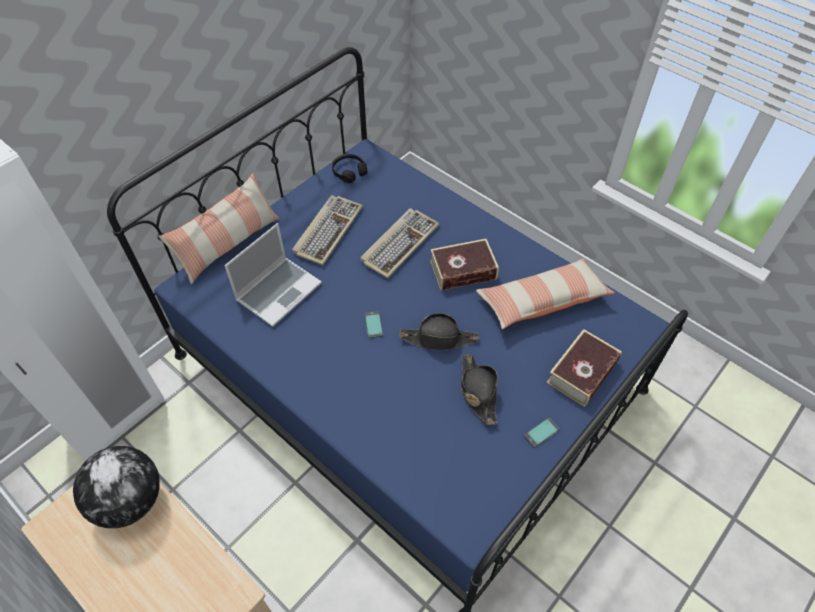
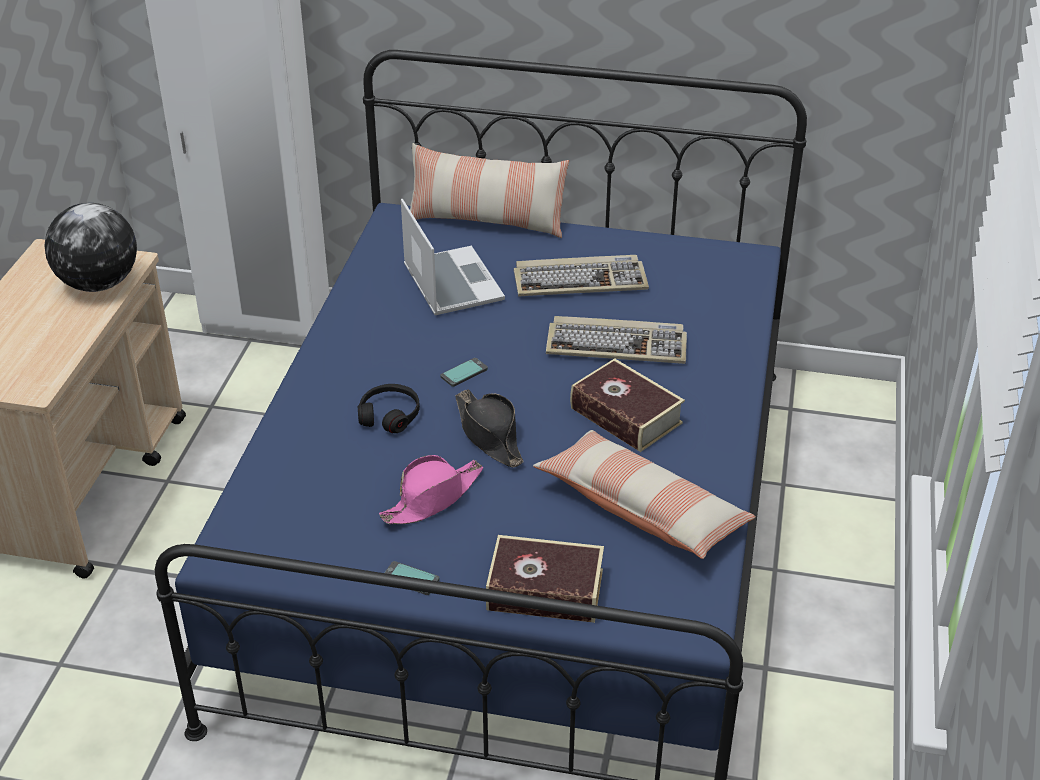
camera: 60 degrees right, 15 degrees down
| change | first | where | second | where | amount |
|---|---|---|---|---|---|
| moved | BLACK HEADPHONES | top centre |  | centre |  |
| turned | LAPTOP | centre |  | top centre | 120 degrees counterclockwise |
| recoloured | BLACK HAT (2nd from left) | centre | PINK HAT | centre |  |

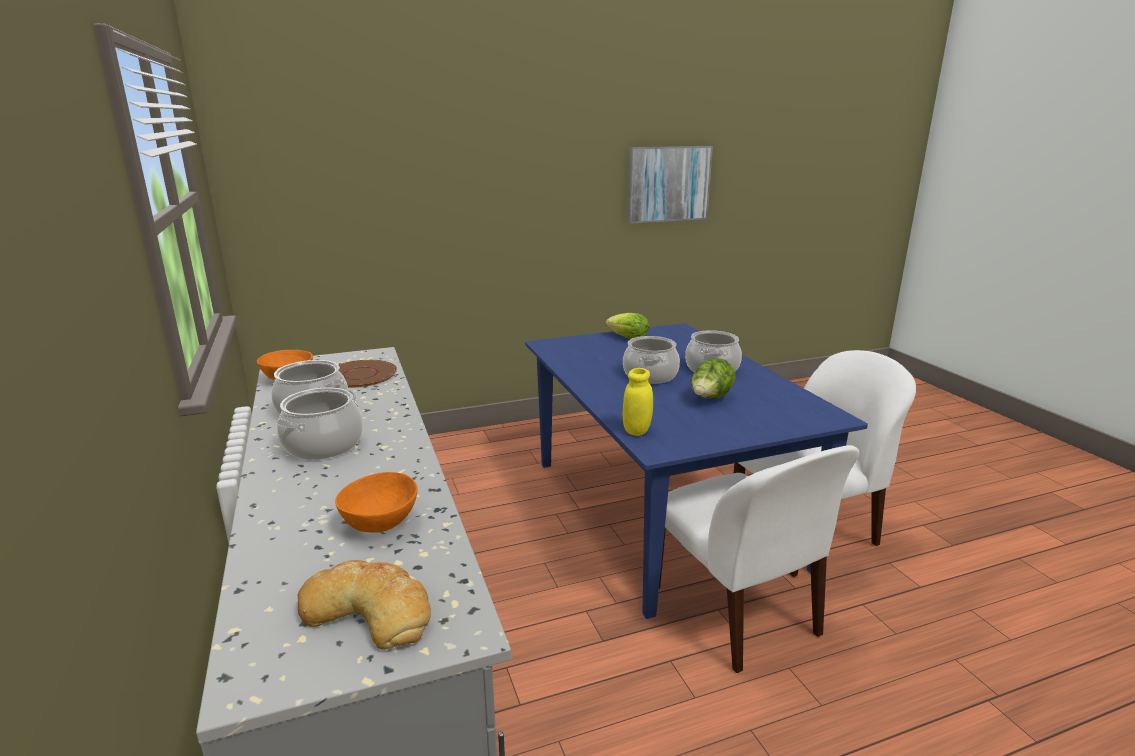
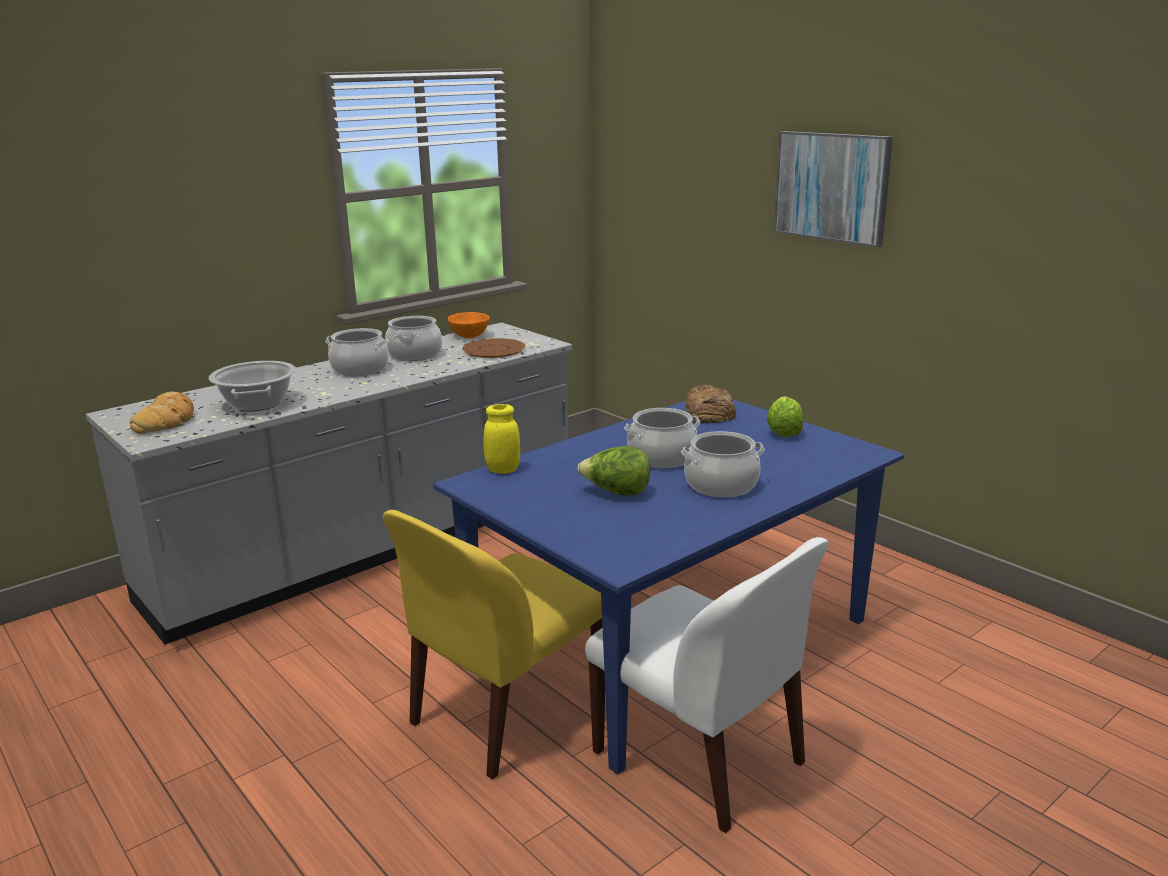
camera: 70 degrees right, 0 degrees up
| change | first | where | second | where | amount |
|---|---|---|---|---|---|
| moved | PICTURE | top centre |  | top right |  |
| recoloured | WHITE CHAIR (1st from left) | bottom right | YELLOW CHAIR | bottom centre |  |
| replaced | ORANGE BOWL (2nd from left) | middle left | COOKING POT (1st from left) | middle left |  |
| added |  |  | BREAD (2nd from left) | centre |  |

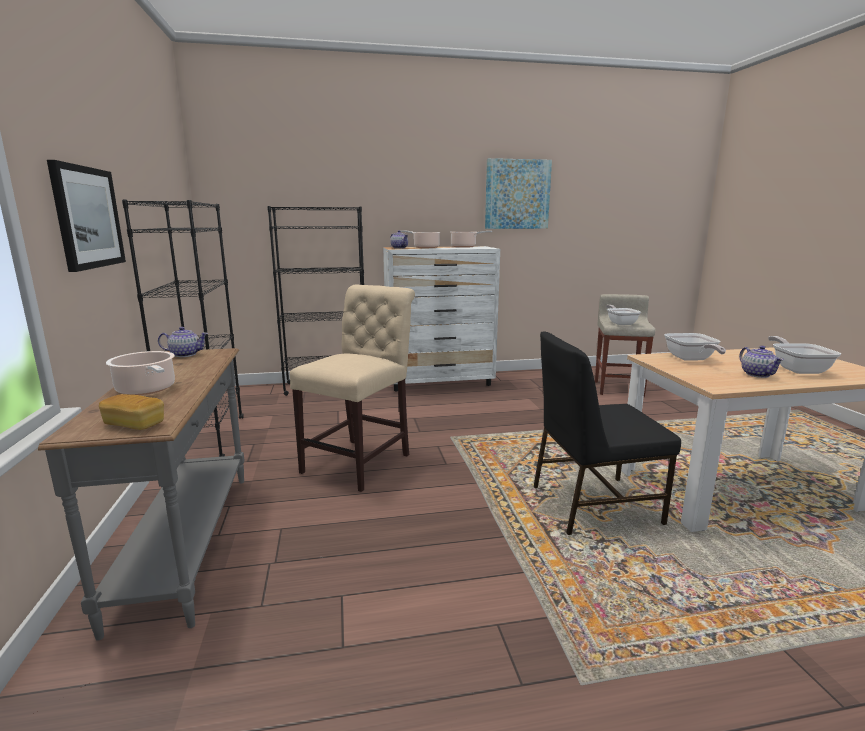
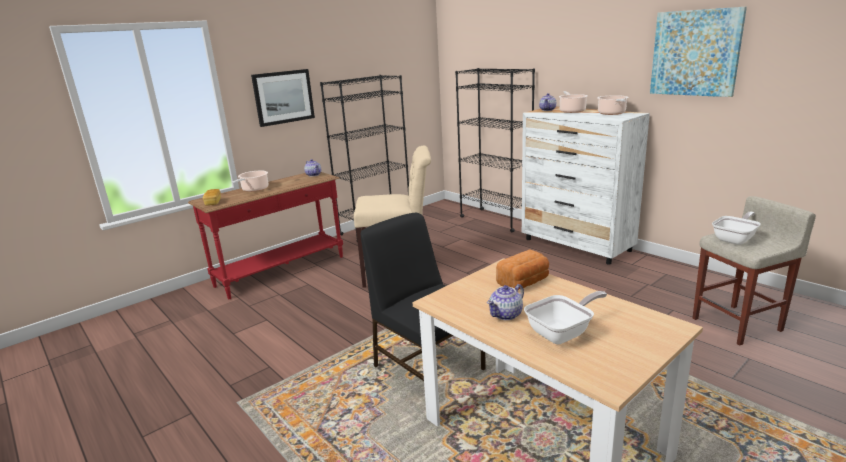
camera: 60 degrees right, 5 degrees up
| change | first | where | second | where | amount |
|---|---|---|---|---|---|
| replaced | FRYING PAN (2nd from left) | middle right | BREAD (2nd from left) | centre |  |
| recoloured | GREY CONSOLE TABLE | bottom left | RED CONSOLE TABLE | middle left |  |

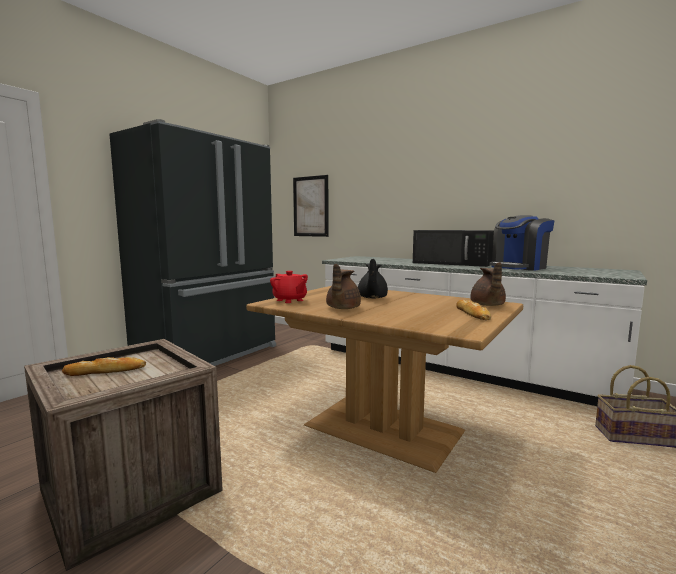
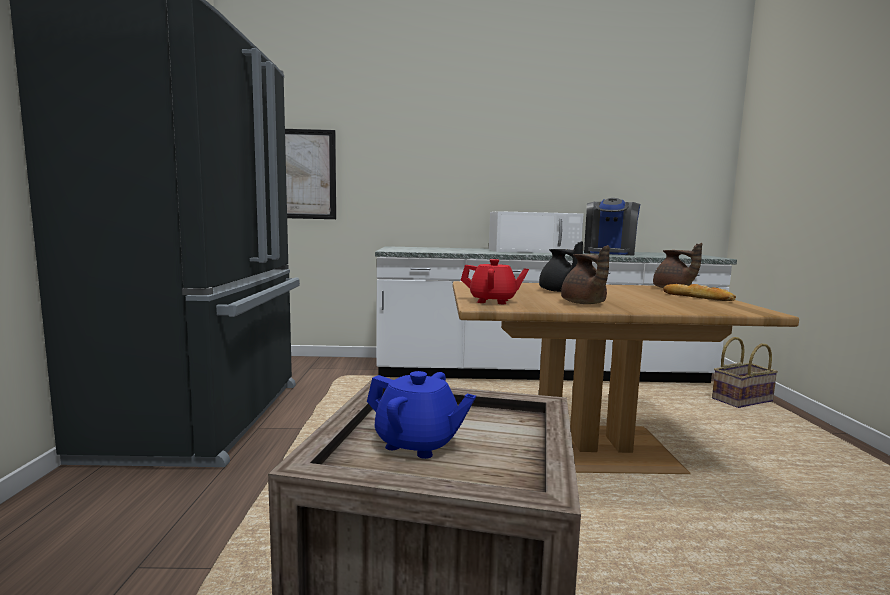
camera: 35 degrees left, 0 degrees up
| change | first | where | second | where | amount |
|---|---|---|---|---|---|
| recoloured | BLACK MICROWAVE | middle right | WHITE MICROWAVE | centre |  |
| replaced | BREAD (1st from left) | middle left | BLUE TEAPOT | bottom centre |  |

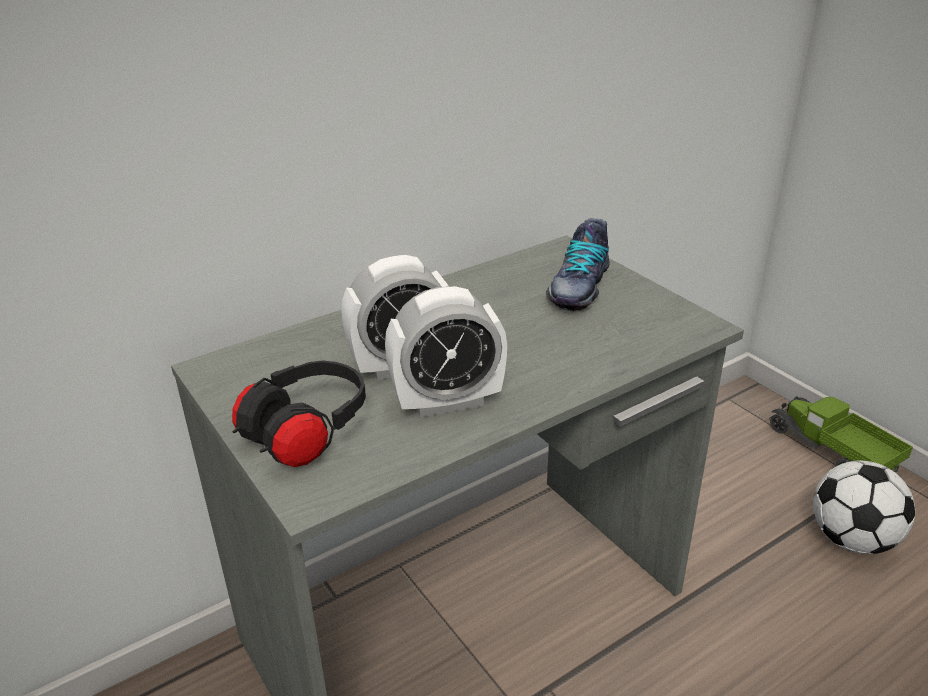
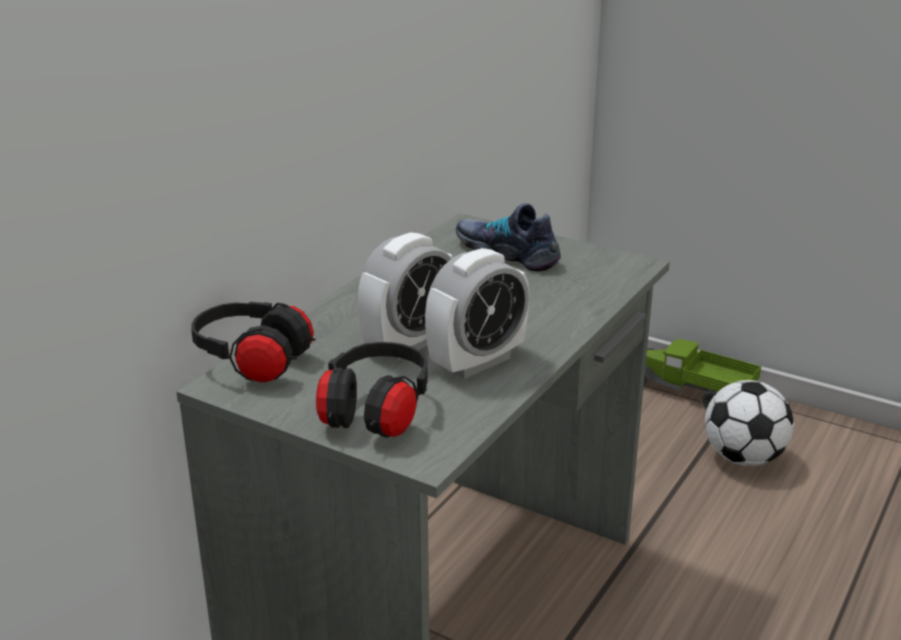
camera: 25 degrees left, 5 degrees down
| change | first | where | second | where | amount |
|---|---|---|---|---|---|
| turned | SHOE | centre |  | centre | 135 degrees clockwise |
| added |  |  | BLACK HEADPHONES (1st from left) | middle left |  |

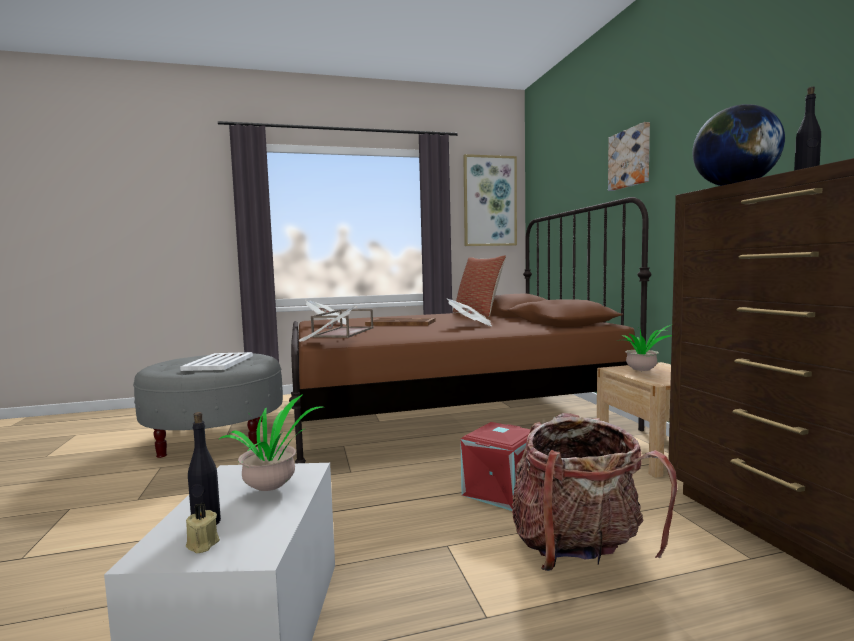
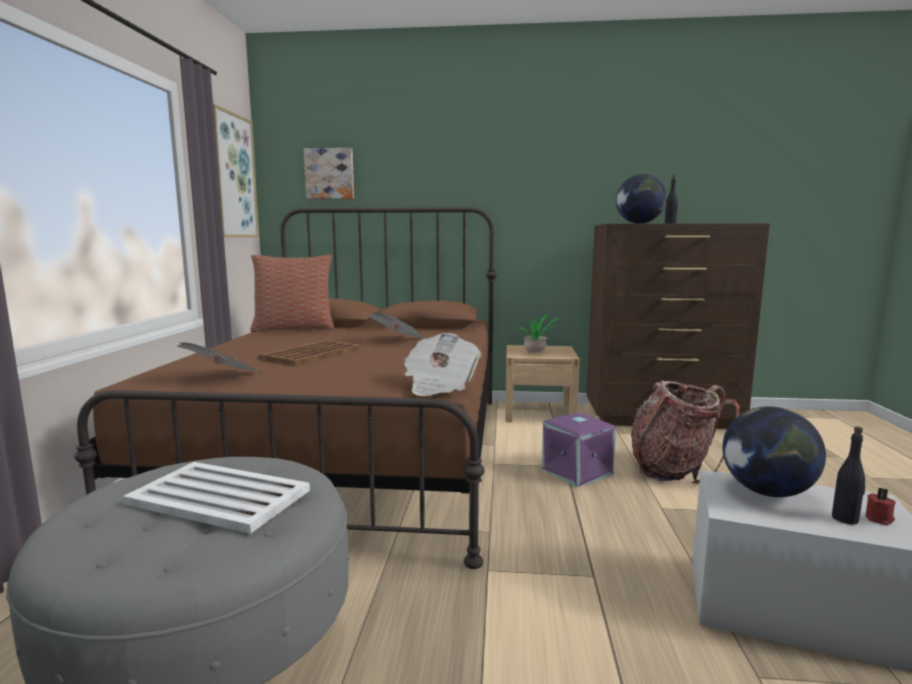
camera: 70 degrees left, 5 degrees up
| change | first | where | second | where | amount |
|---|---|---|---|---|---|
| moved | PICTURE (2nd from left) | top right |  | top centre |  |
| removed | BROWN TRAY (1st from left) | centre |  |  |  |
| replaced | POTTED PLANT (1st from left) | bottom left | GLOBE (2nd from left) | middle right |  |
| recoloured | RED STORAGE BOX | bottom centre | PURPLE STORAGE BOX | centre |  |
| recoloured | BEIGE CANDLE | bottom left | RED CANDLE | bottom right |  |

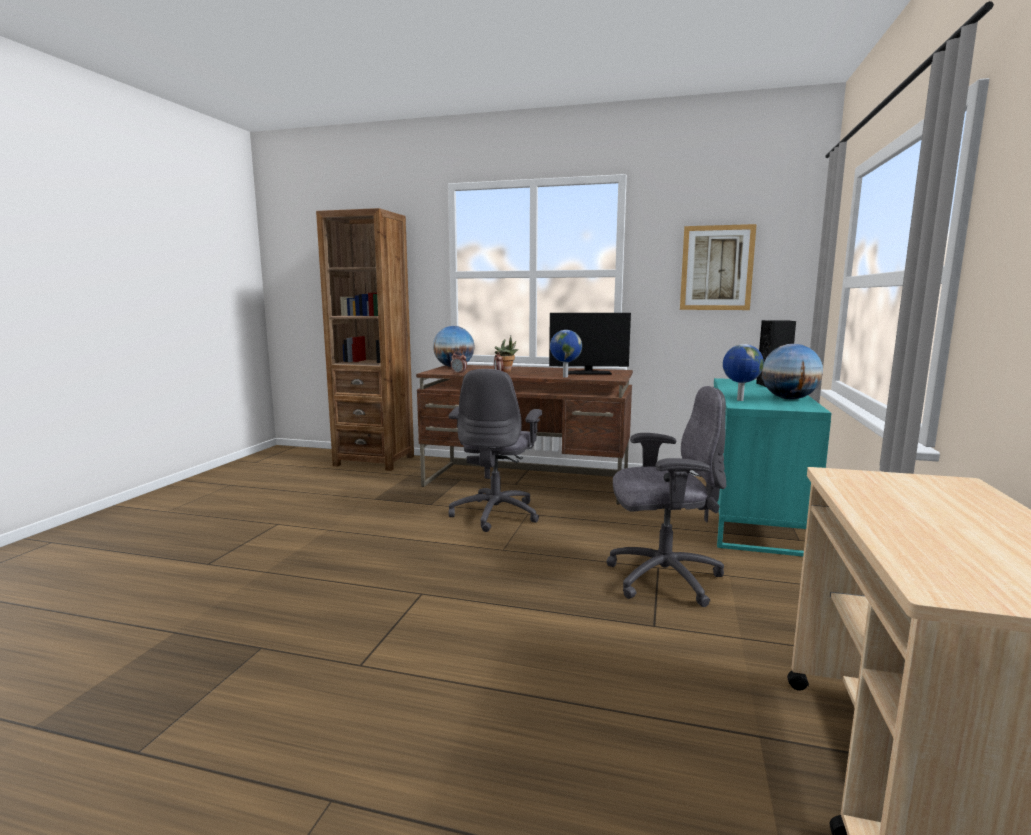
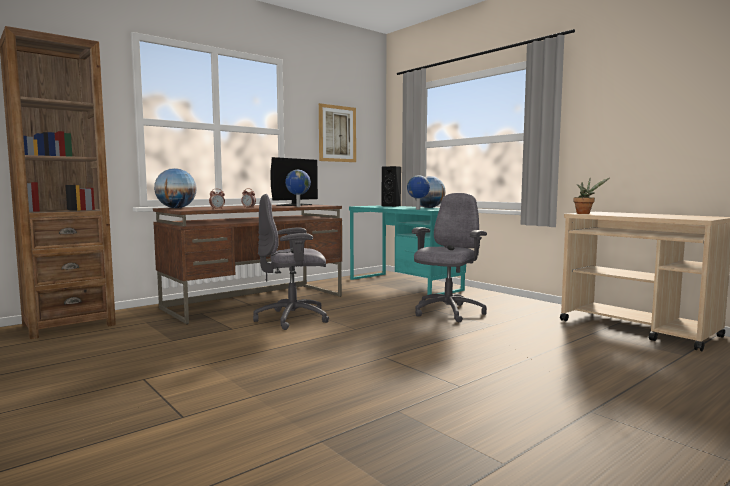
camera: 55 degrees left, 5 degrees down
| change | first | where | second | where | amount |
|---|---|---|---|---|---|
| moved | POTTED PLANT | centre |  | middle right |  |
| turned | GREY OFFICE CHAIR (1st from left) | centre |  | centre | 120 degrees clockwise |

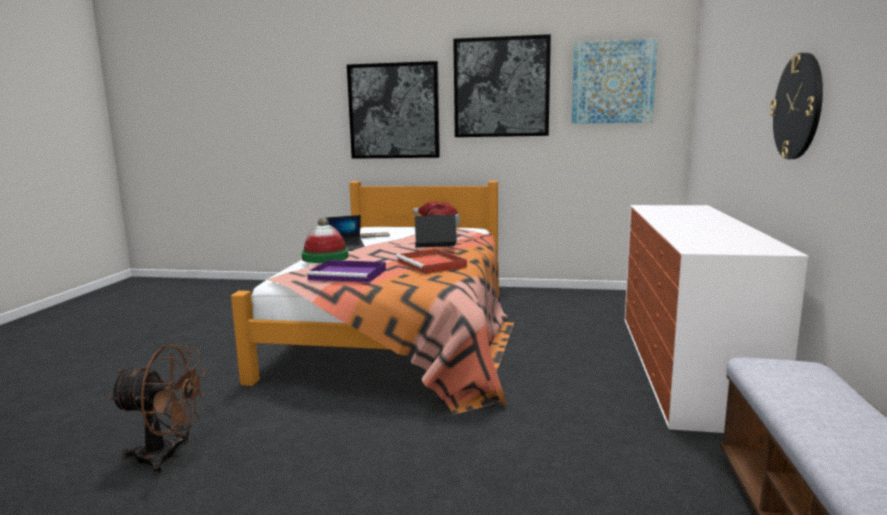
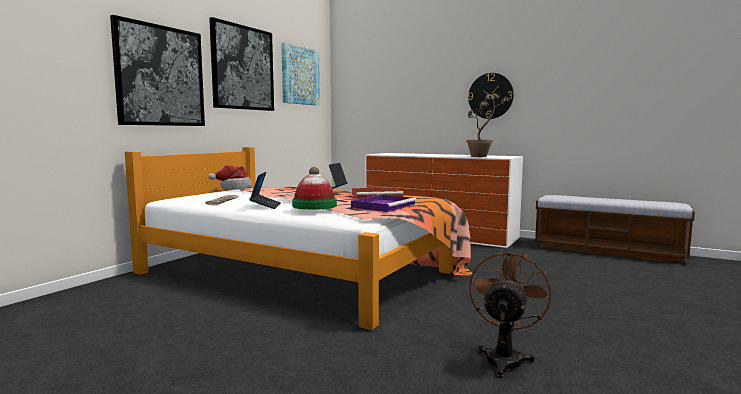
camera: 70 degrees left, 5 degrees down
| change | first | where | second | where | amount |
|---|---|---|---|---|---|
| added |  |  | POTTED PLANT | top centre |  |

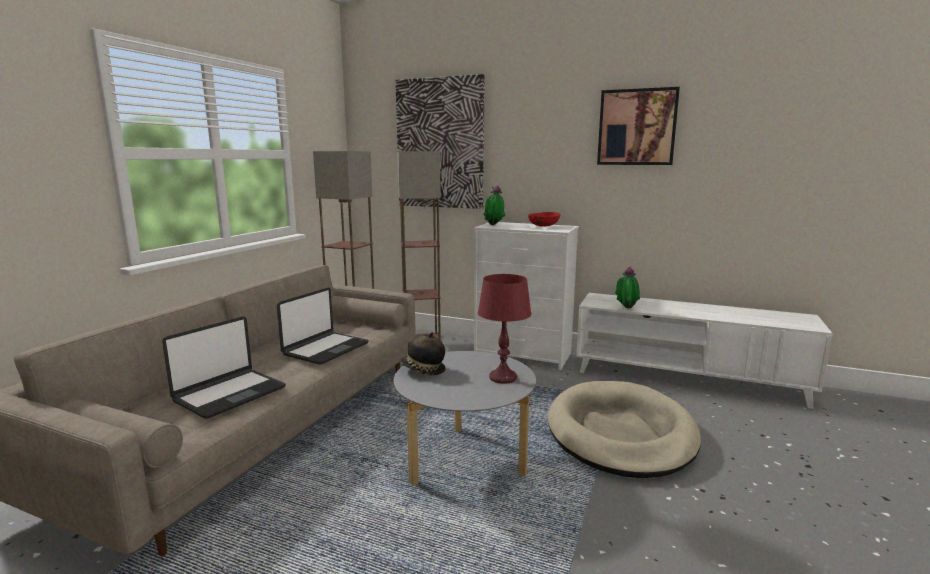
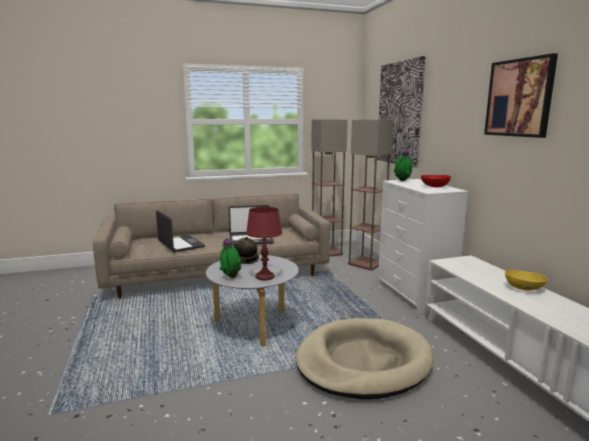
camera: 50 degrees right, 0 degrees up
| change | first | where | second | where | amount |
|---|---|---|---|---|---|
| moved | POTTED PLANT (2nd from left in the first image) | middle right | POTTED PLANT (1st from left) | centre |  |
| turned | LAPTOP (1st from left) | middle left |  | middle left | 120 degrees counterclockwise |
| added |  |  | YELLOW BOWL | middle right |  |

